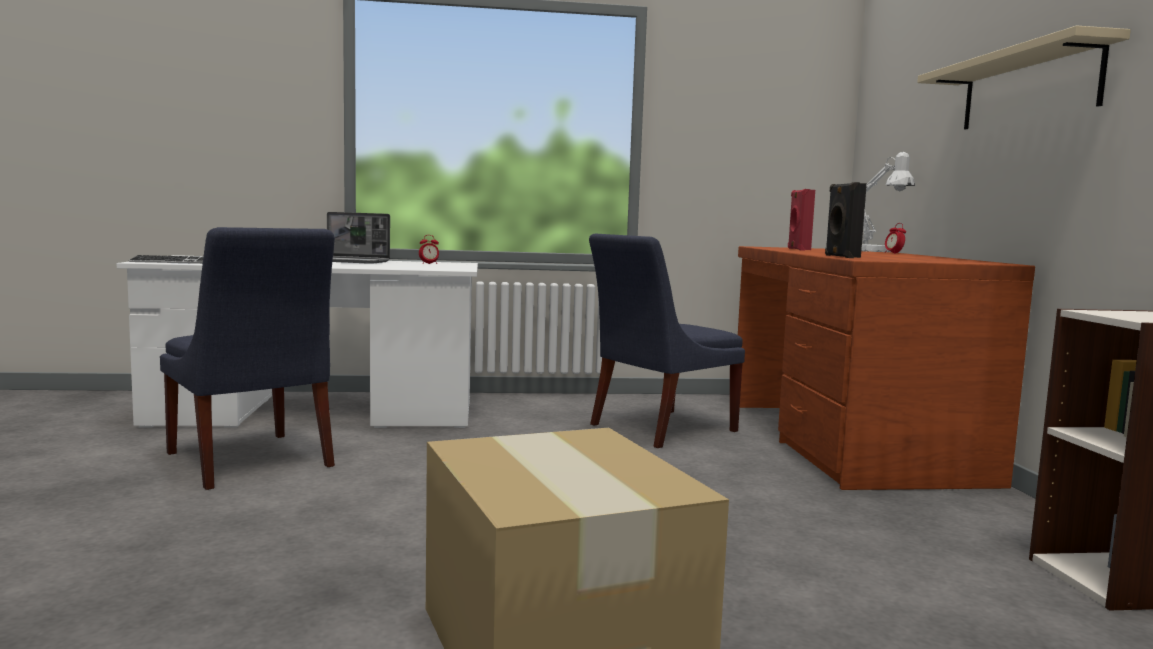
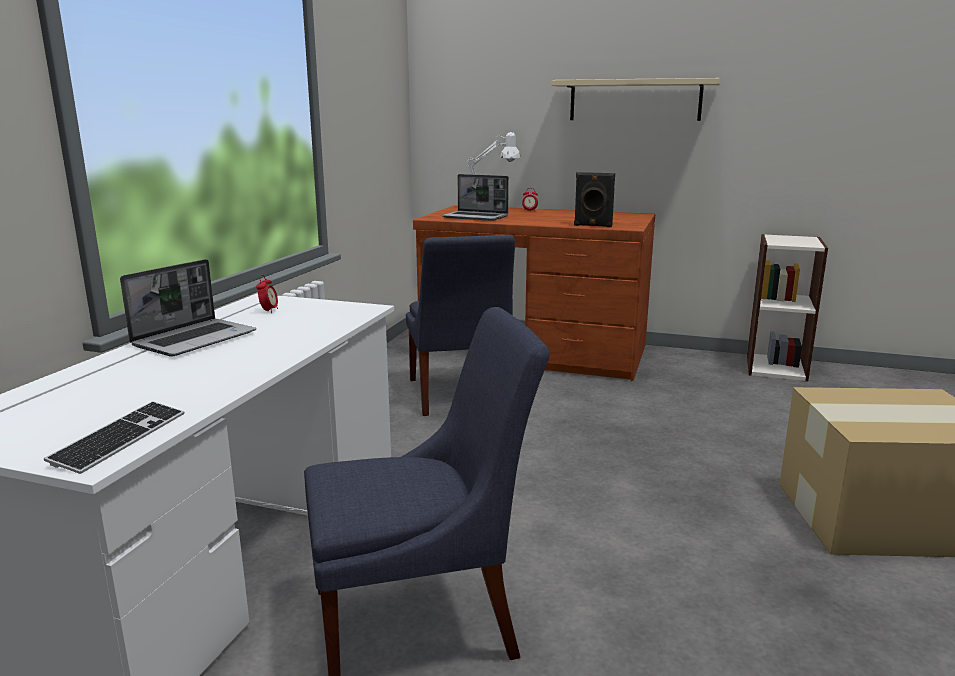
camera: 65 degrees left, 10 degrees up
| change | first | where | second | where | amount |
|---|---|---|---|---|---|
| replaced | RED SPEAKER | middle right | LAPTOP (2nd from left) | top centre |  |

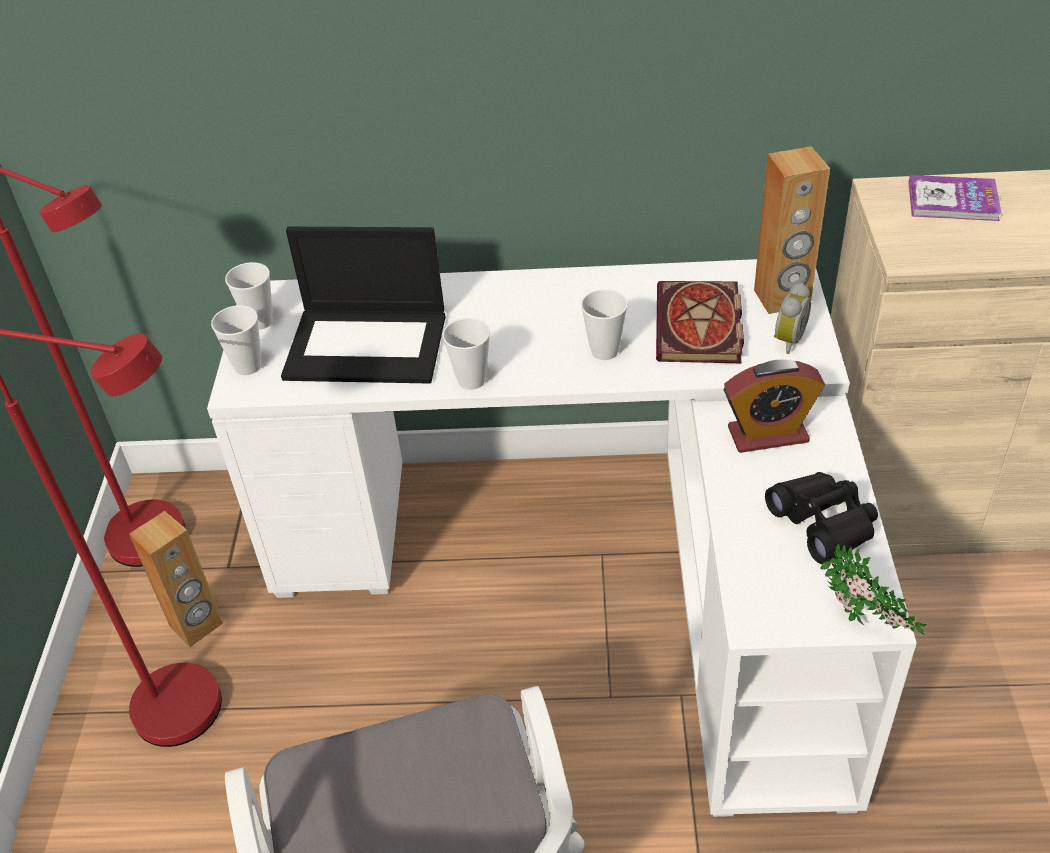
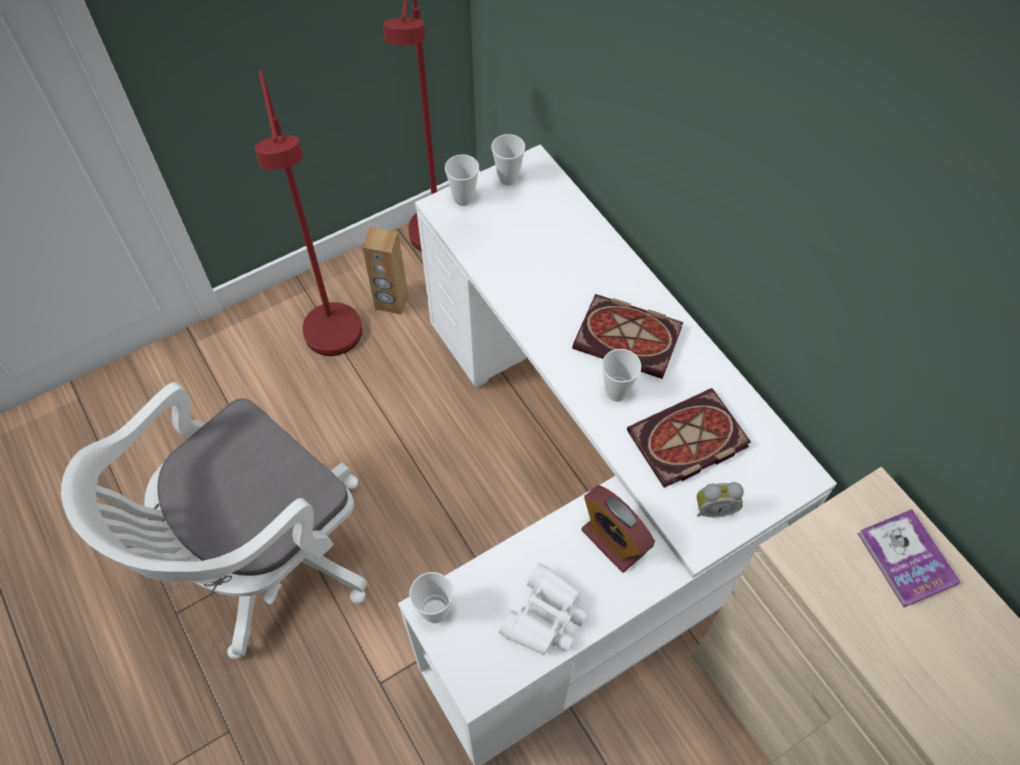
camera: 55 degrees right, 15 degrees up
| change | first | where | second | where | amount |
|---|---|---|---|---|---|
| removed | BROWN SPEAKER (2nd from left) | top right |  |  |  |
| removed | LAPTOP | centre |  |  |  |
| moved | CUP (3rd from left in the first image) | centre | CUP (1st from left) | bottom centre |  |
| recoloured | BLACK BINOCULARS | middle right | WHITE BINOCULARS | bottom centre |  |
| removed | POTTED PLANT | bottom right |  |  |  |
| added |  |  | BOOK (1st from left) | centre |  |

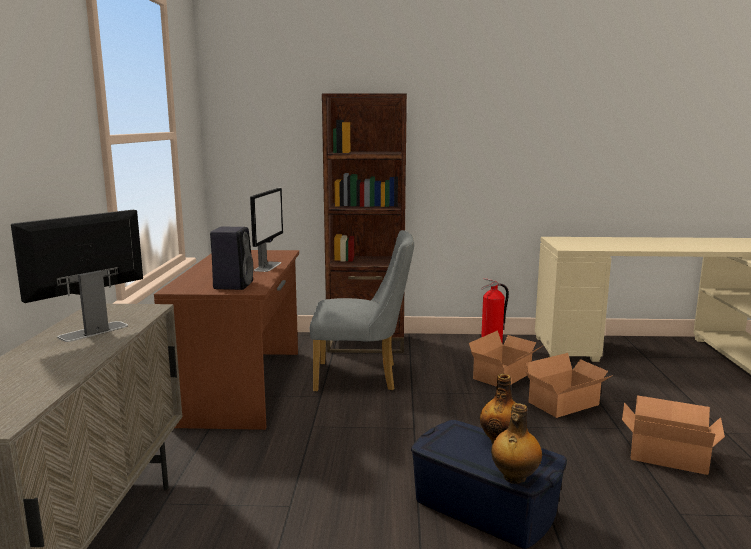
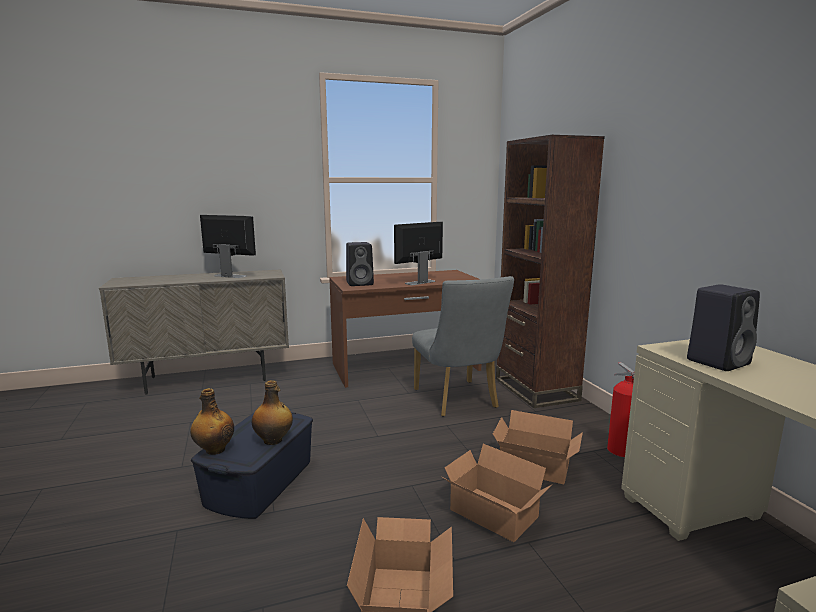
camera: 70 degrees right, 0 degrees up
| change | first | where | second | where | amount |
|---|---|---|---|---|---|
| turned | MONITOR (2nd from left) | centre |  | centre | 150 degrees clockwise |
| added |  |  | BLACK SPEAKER (2nd from left) | middle right |  |

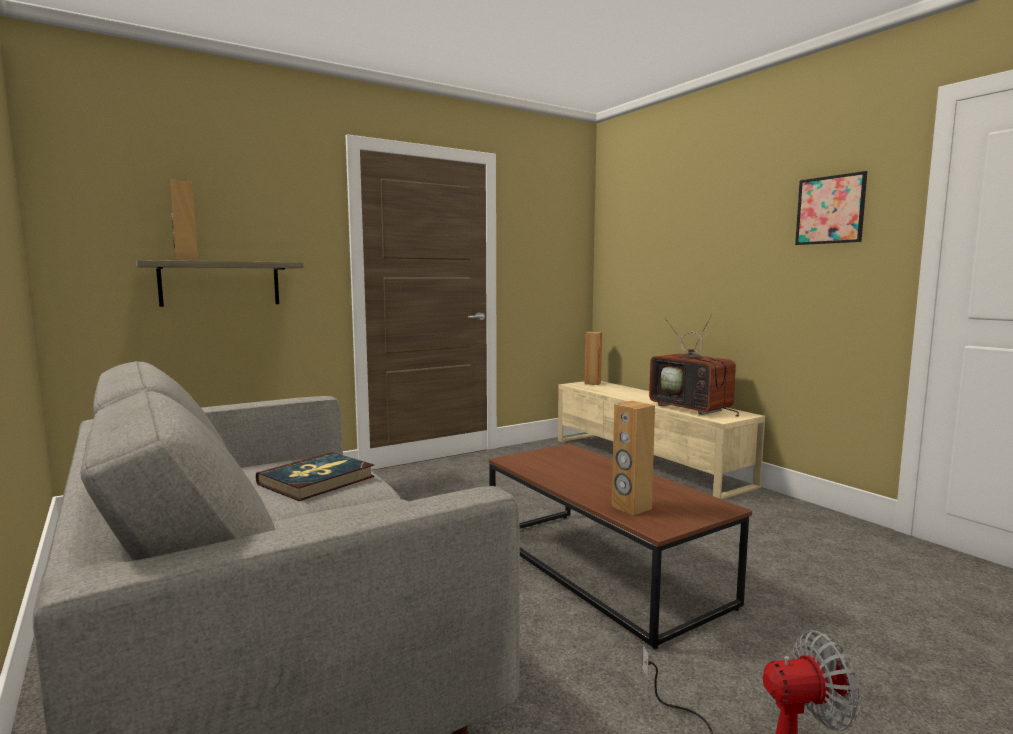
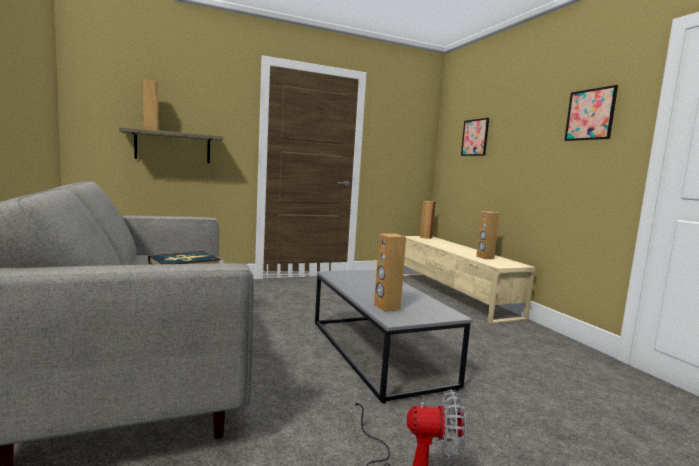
camera: 10 degrees right, 0 degrees up
| change | first | where | second | where | amount |
|---|---|---|---|---|---|
| replaced | TELEVISION | middle right | BROWN SPEAKER (4th from left) | middle right |  |
| recoloured | BROWN COFFEE TABLE | bottom centre | GREY COFFEE TABLE | bottom centre |  |
| added |  |  | PICTURE (1st from left) | top right |  |

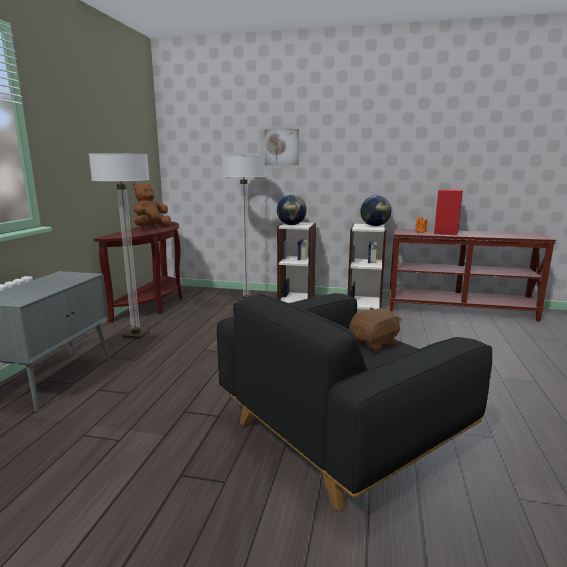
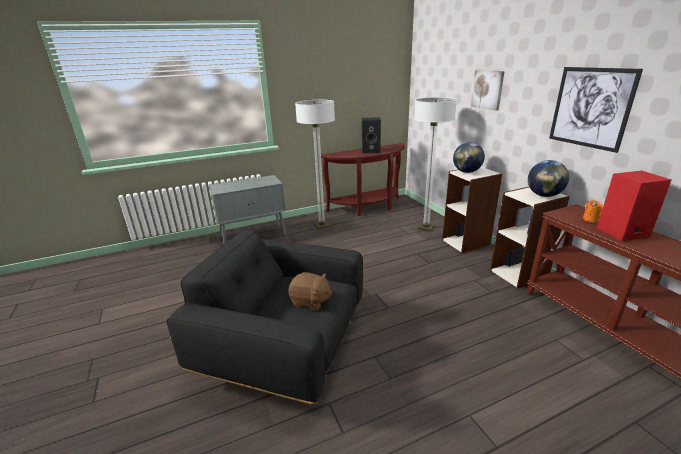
camera: 55 degrees right, 10 degrees up
| change | first | where | second | where | amount |
|---|---|---|---|---|---|
| replaced | BROWN PLUSH TOY (1st from left) | middle left | BLACK SPEAKER | top centre |  |
| added |  |  | PICTURE (2nd from left) | top right |  |

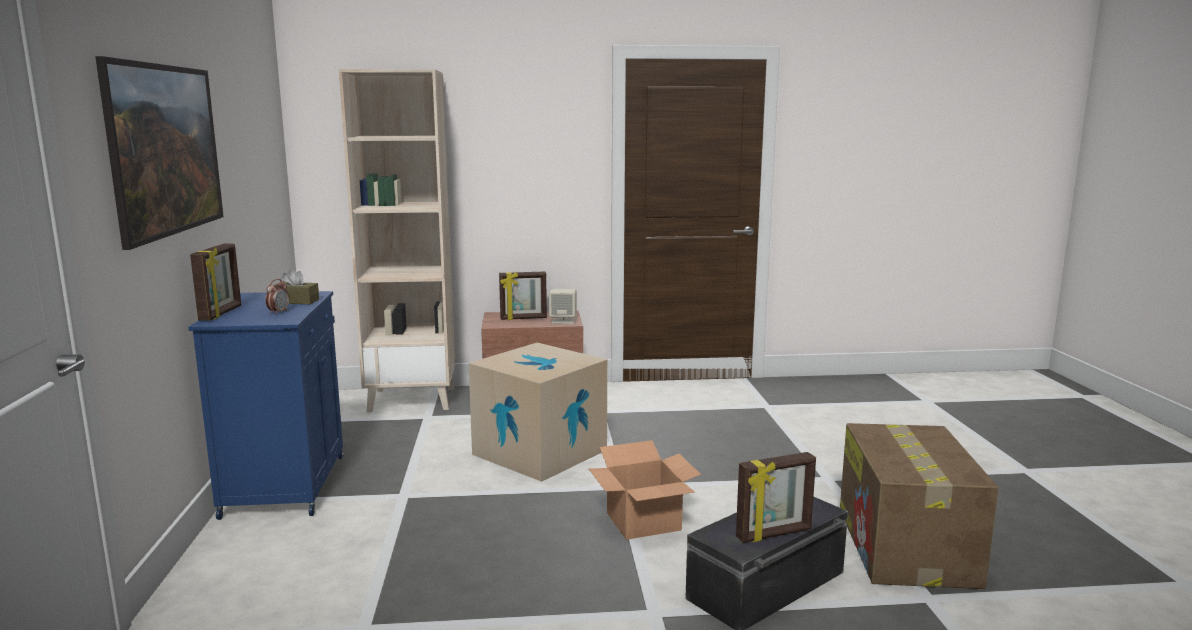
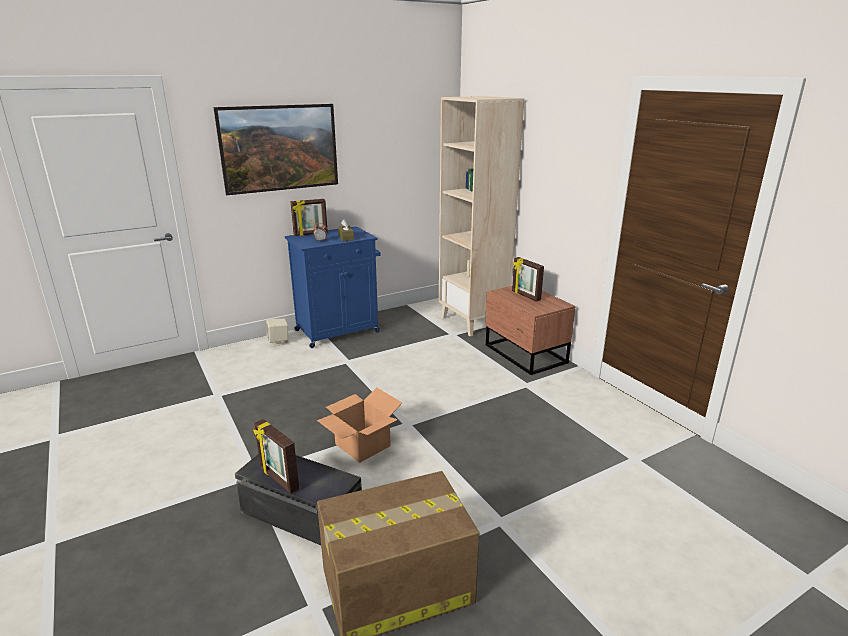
camera: 65 degrees right, 10 degrees up
| change | first | where | second | where | amount |
|---|---|---|---|---|---|
| moved | BEIGE SPEAKER | centre |  | middle left |  |
| removed | CARDBOARD BOX (1st from left) | centre |  |  |  |

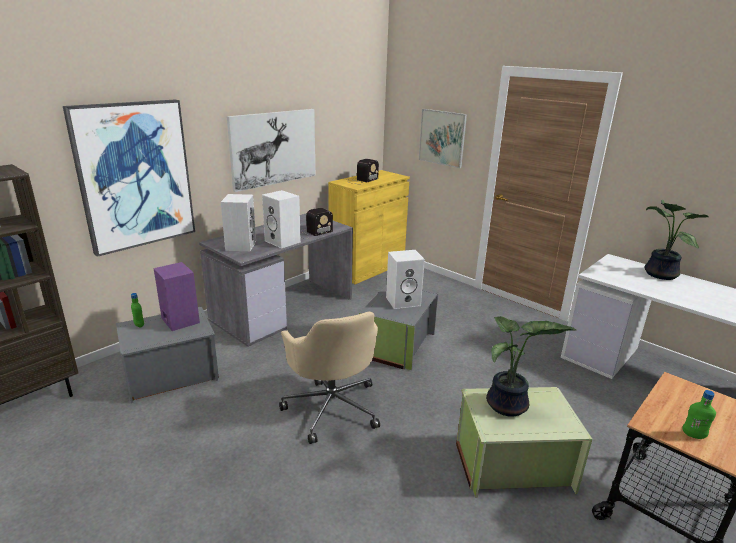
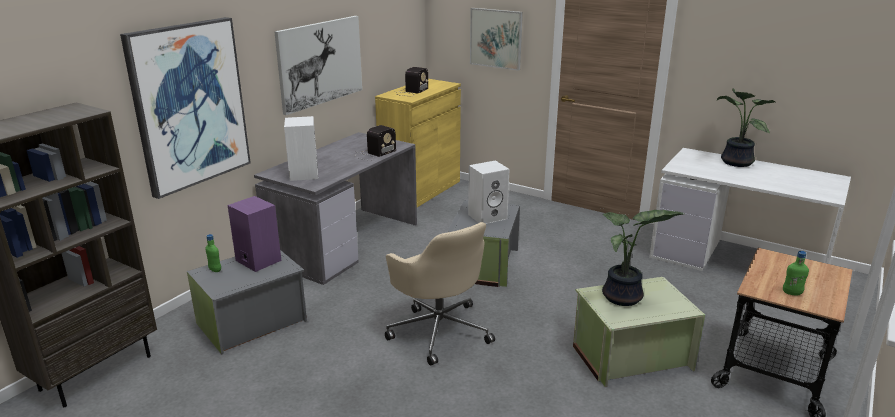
camera: 10 degrees left, 0 degrees up
| change | first | where | second | where | amount |
|---|---|---|---|---|---|
| removed | WHITE SPEAKER (2nd from left) | centre |  |  |  |

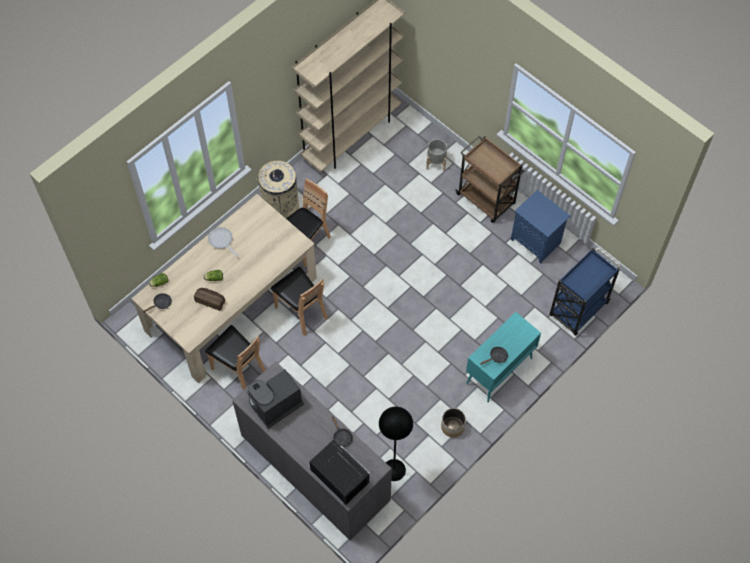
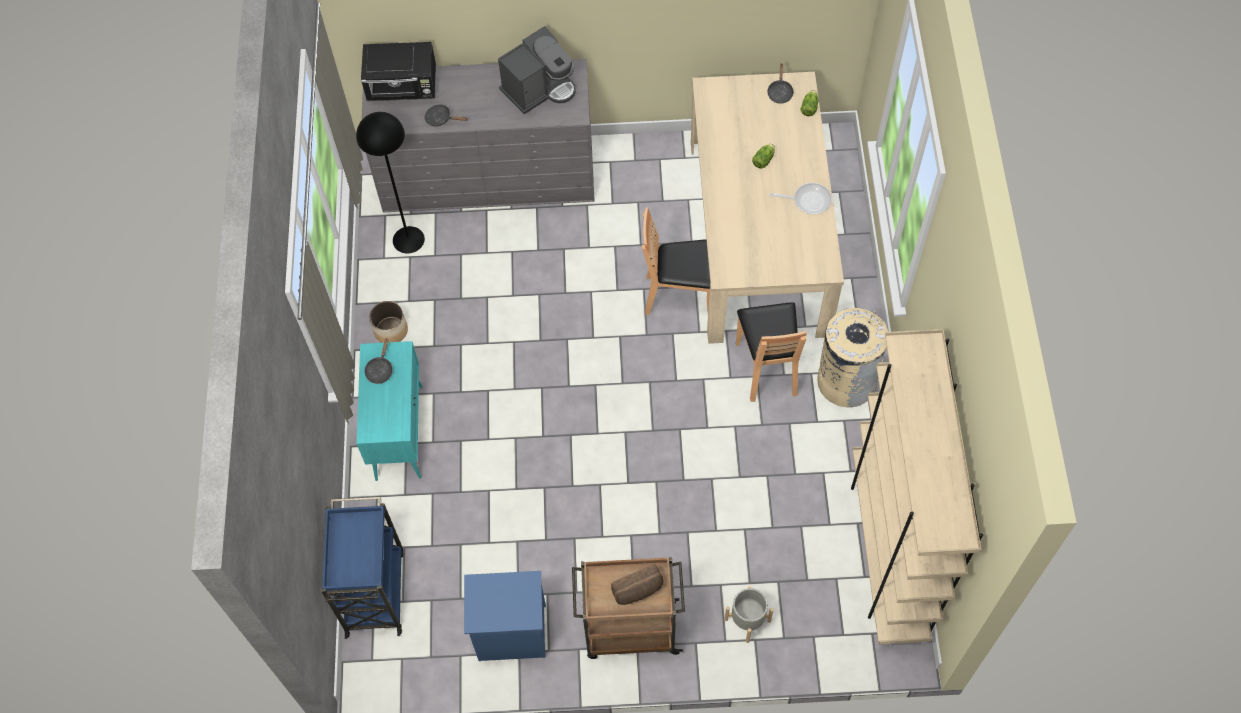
camera: 135 degrees right, 0 degrees up
| change | first | where | second | where | amount |
|---|---|---|---|---|---|
| moved | BREAD | middle left |  | bottom centre |  |
| removed | BROWN CHAIR (1st from left) | middle left |  |  |  |
| turned | COFFEE MACHINE | bottom centre |  | top centre | 45 degrees clockwise |

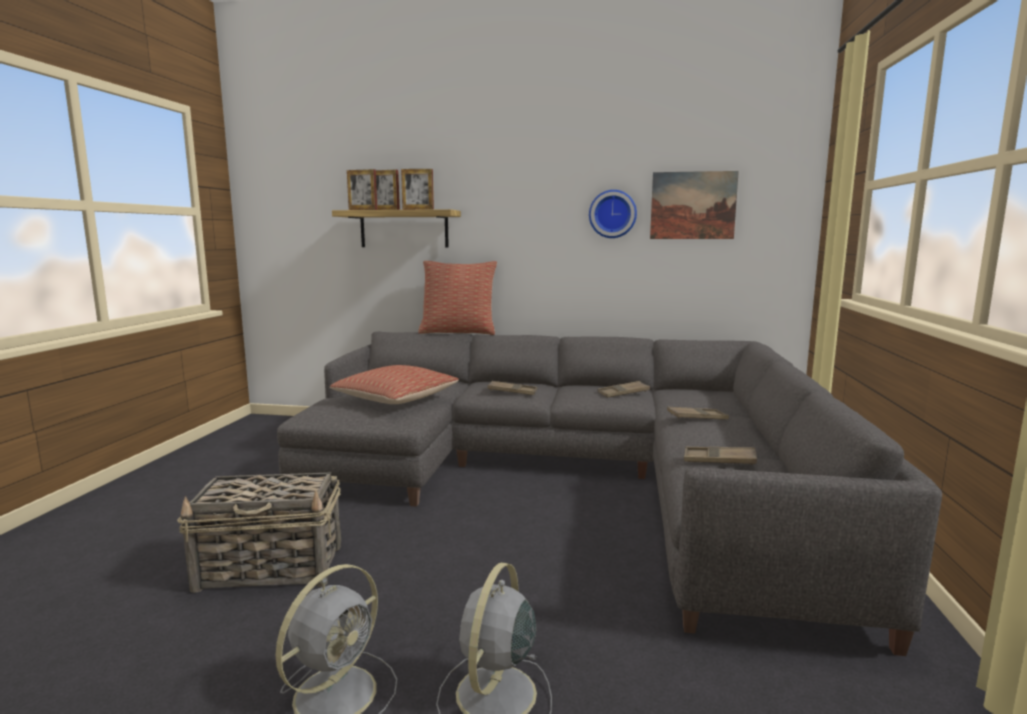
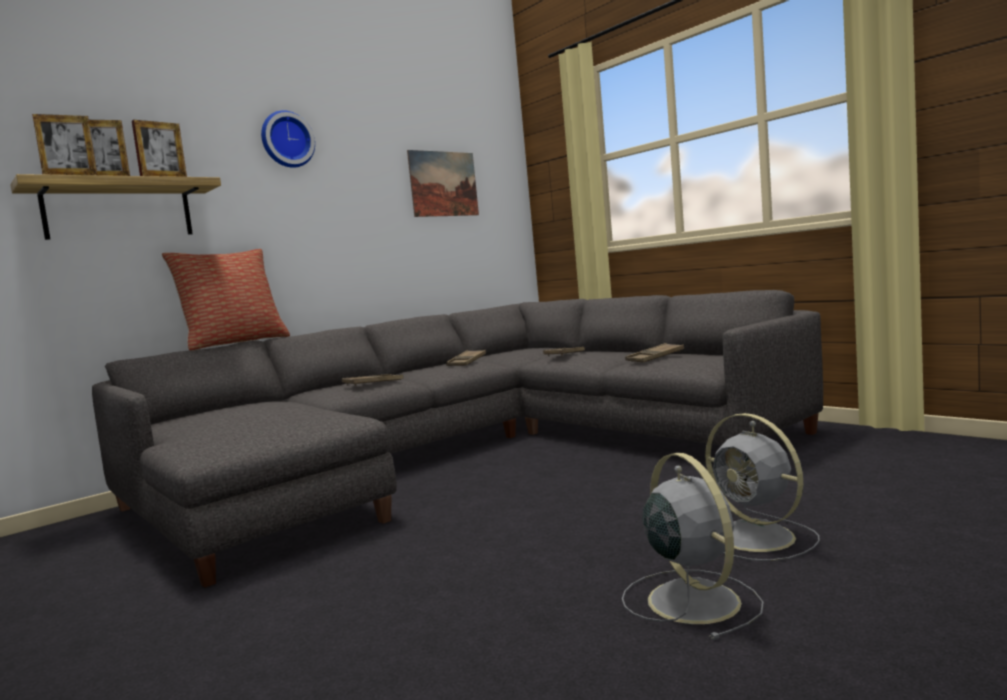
camera: 50 degrees left, 5 degrees down
| change | first | where | second | where | amount |
|---|---|---|---|---|---|
| moved | WALL CLOCK | top centre |  | top left |  |
| removed | PILLOW (1st from left) | centre |  |  |  |
| removed | BASKET | bottom left |  |  |  |

